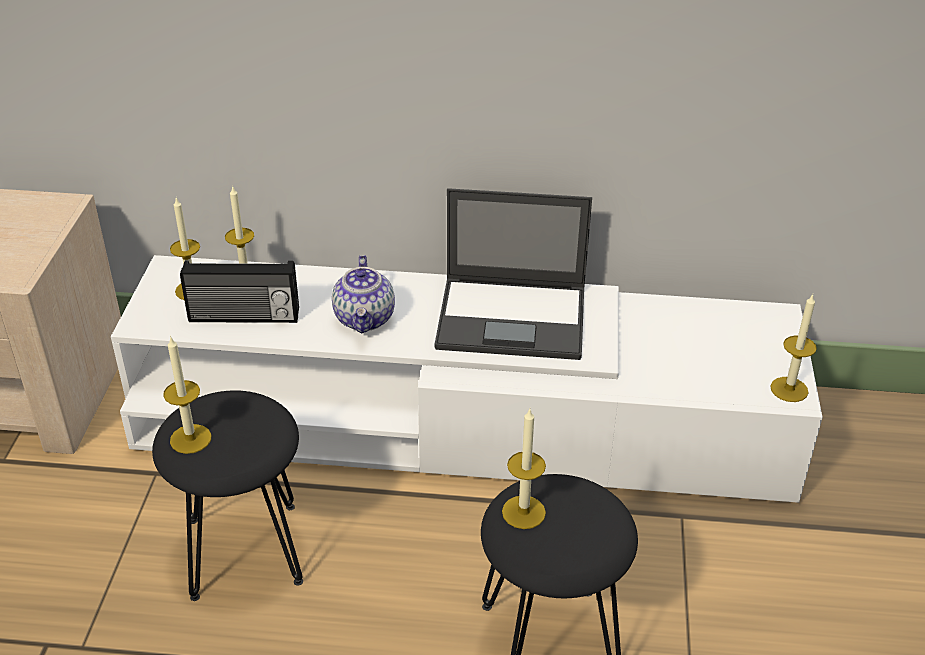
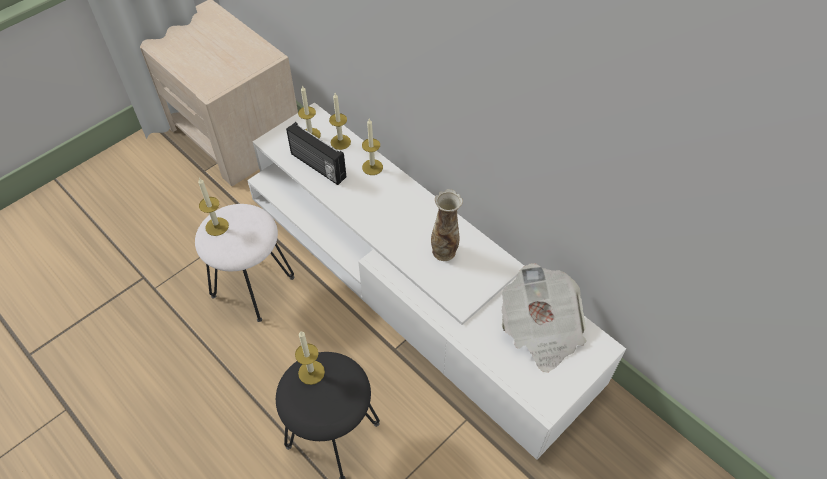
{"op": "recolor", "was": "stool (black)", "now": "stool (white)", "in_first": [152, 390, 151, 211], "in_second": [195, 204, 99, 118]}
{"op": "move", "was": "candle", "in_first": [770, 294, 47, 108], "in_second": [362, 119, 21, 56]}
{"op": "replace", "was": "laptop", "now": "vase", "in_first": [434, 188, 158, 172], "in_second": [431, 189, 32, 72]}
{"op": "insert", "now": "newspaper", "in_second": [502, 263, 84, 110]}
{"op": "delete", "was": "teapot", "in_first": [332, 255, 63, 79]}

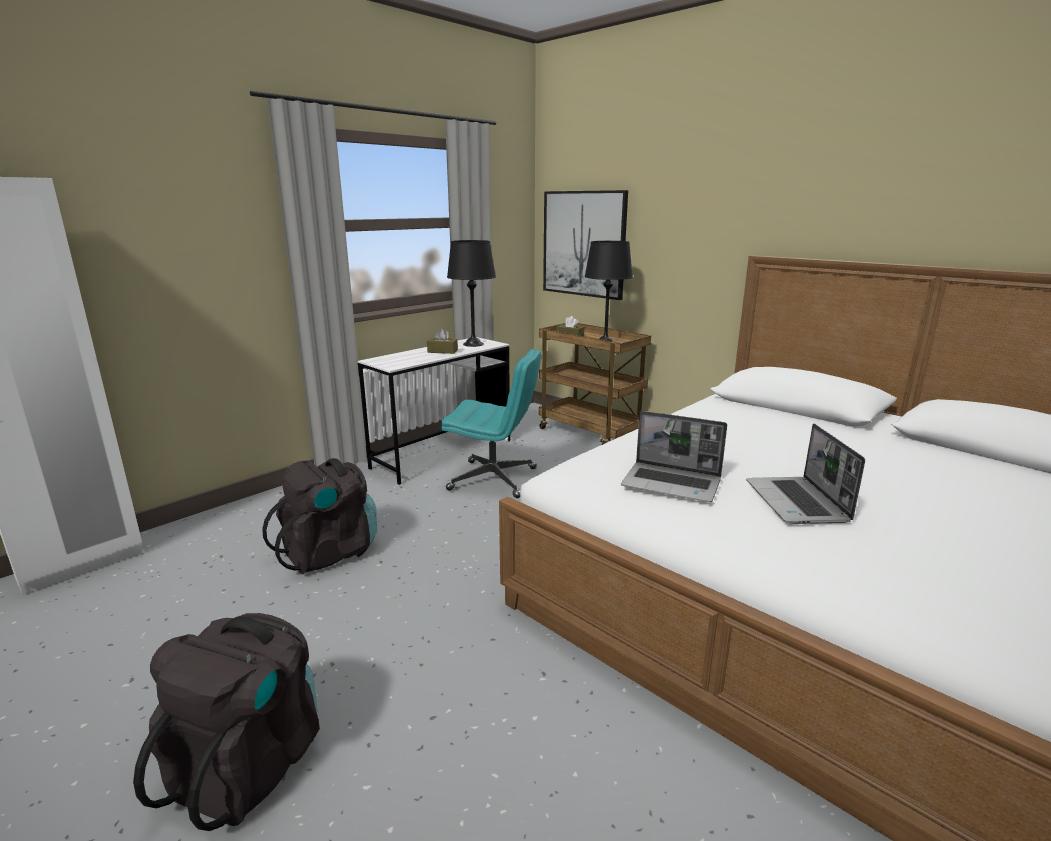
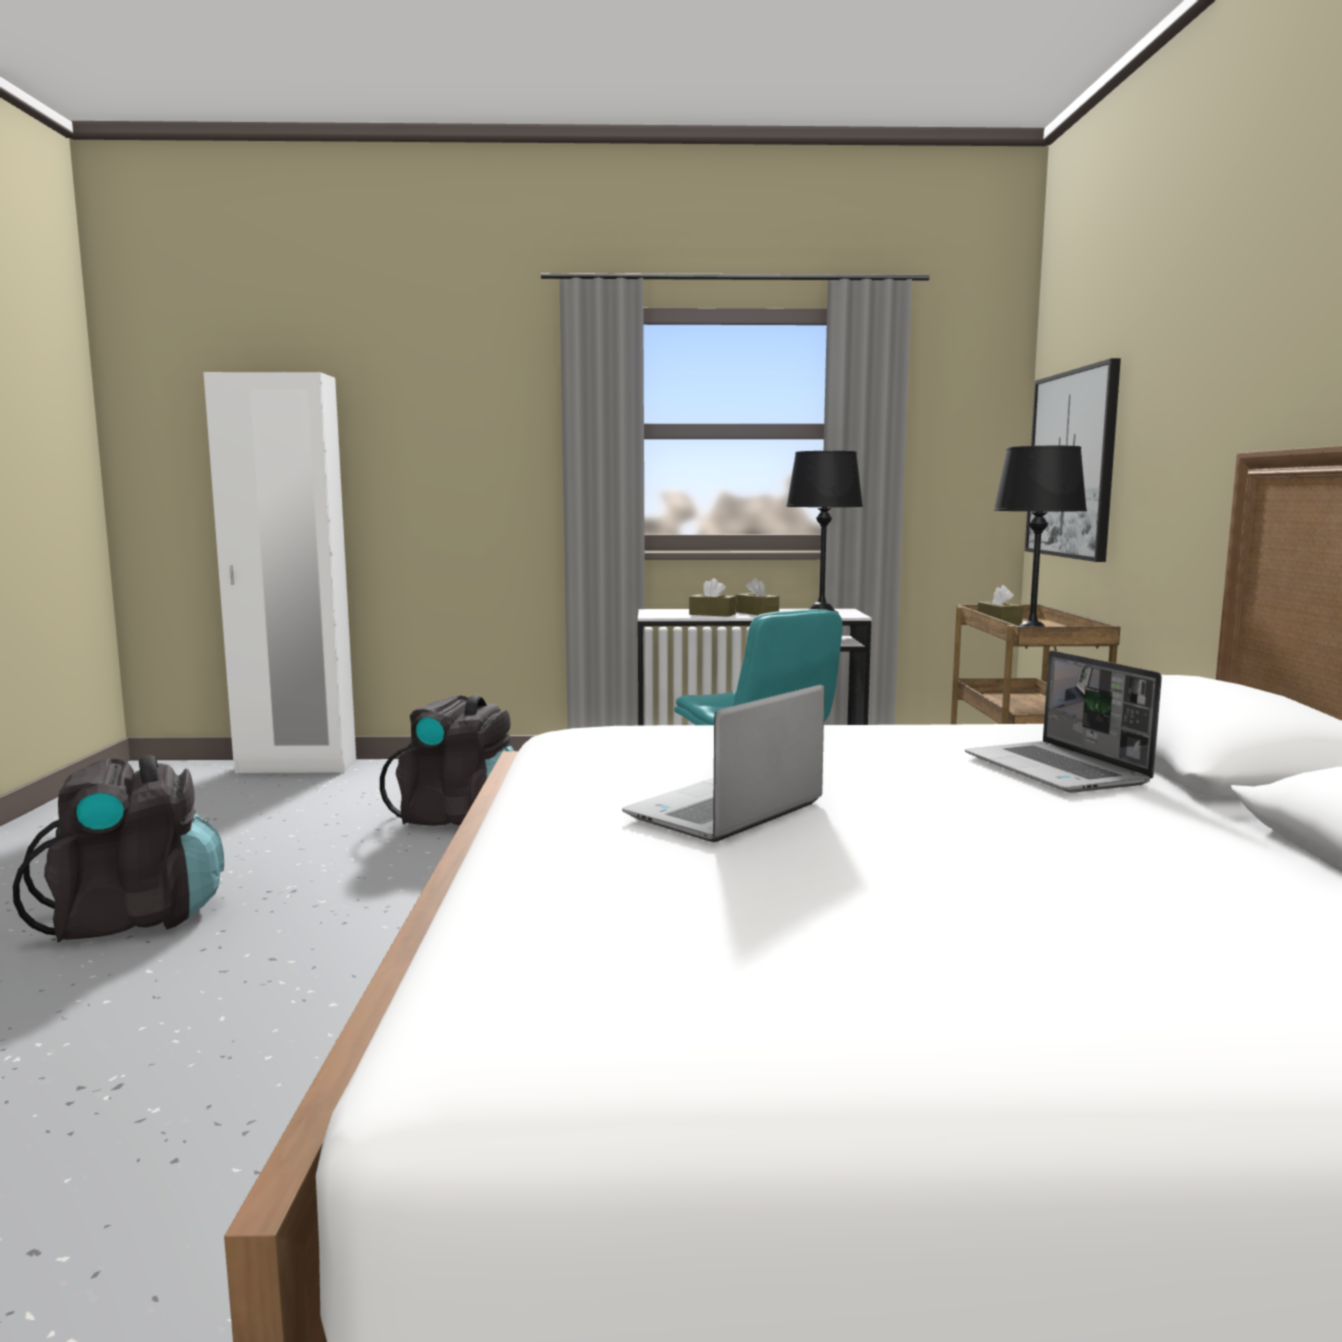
{"op": "insert", "now": "tissue box (brown)", "in_second": [689, 578, 47, 39]}
{"op": "move", "was": "laptop", "in_first": [621, 411, 106, 91], "in_second": [965, 650, 197, 143]}

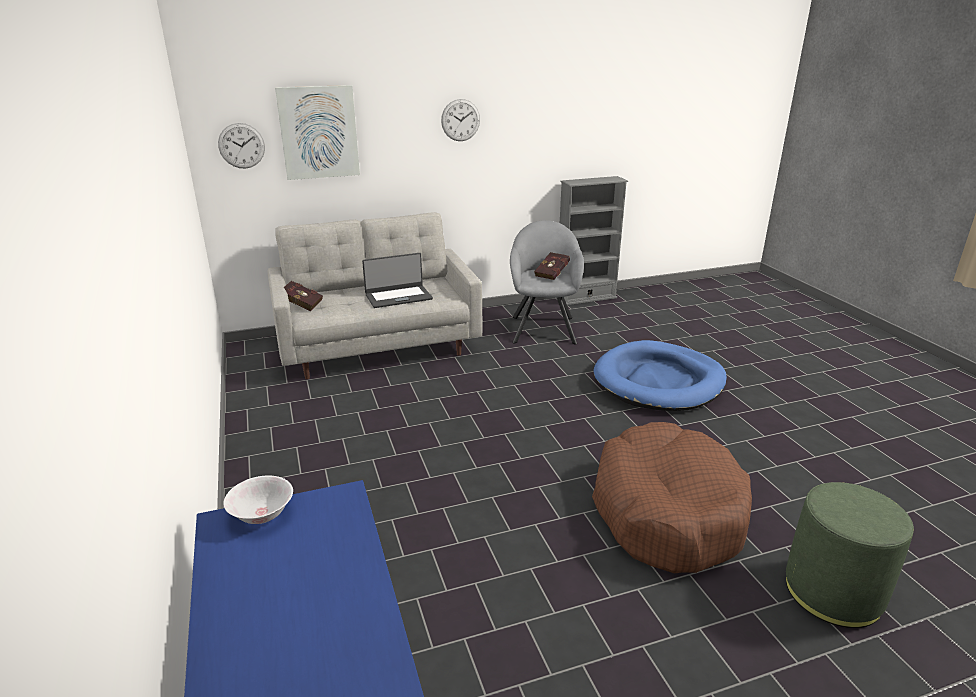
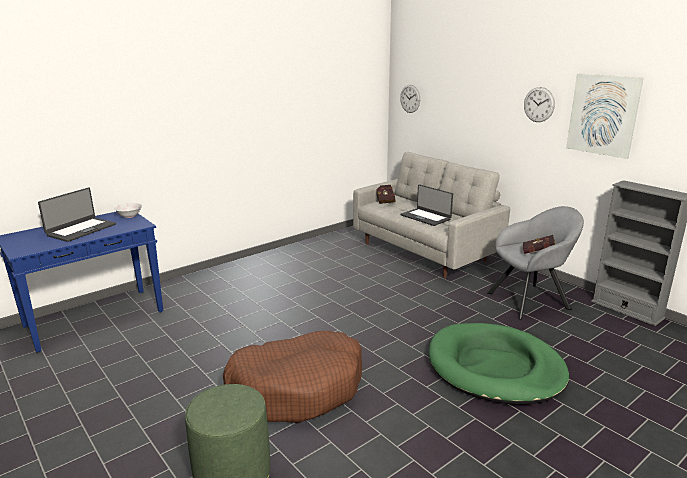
{"op": "insert", "now": "laptop", "in_second": [38, 188, 78, 54]}
{"op": "recolor", "was": "dog bed (blue)", "now": "dog bed (green)", "in_first": [594, 340, 133, 71], "in_second": [429, 323, 140, 82]}
{"op": "move", "was": "picture", "in_first": [275, 85, 85, 95], "in_second": [566, 74, 78, 85]}

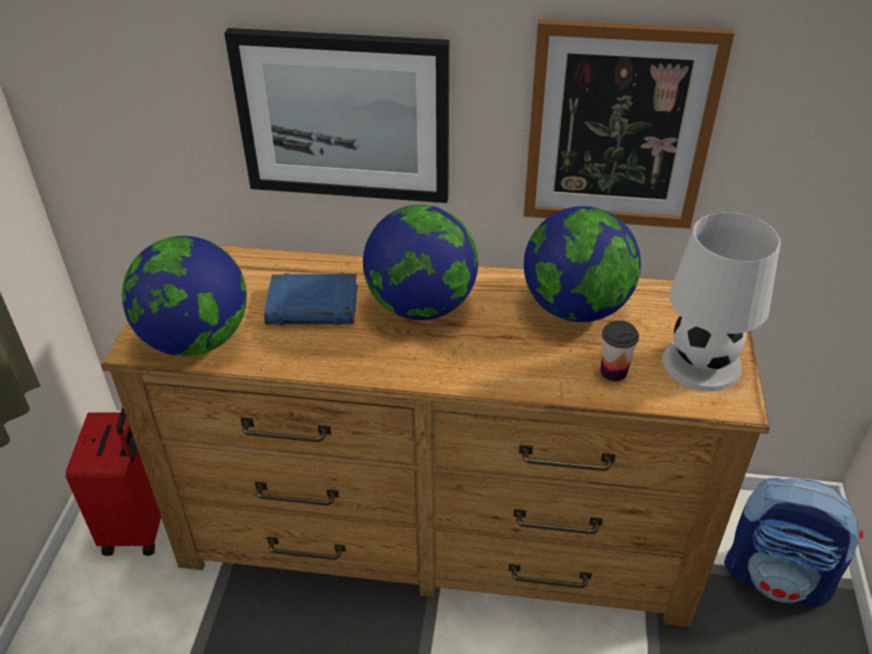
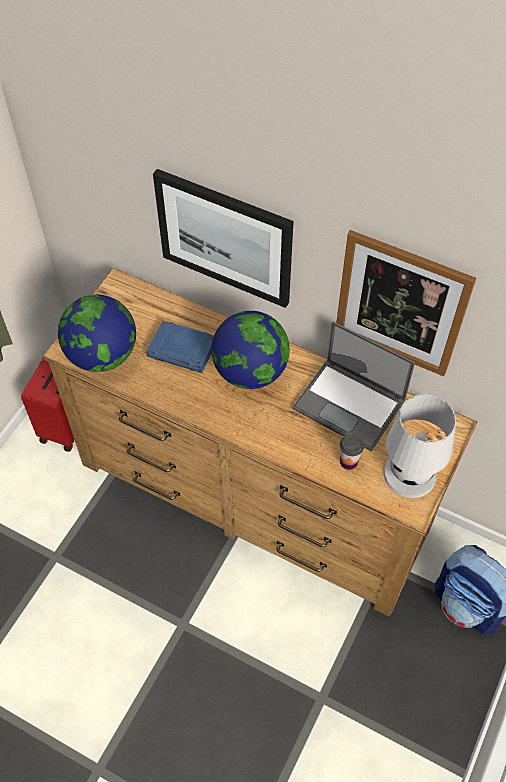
{"op": "replace", "was": "globe", "now": "laptop", "in_first": [524, 206, 117, 116], "in_second": [292, 321, 123, 131]}

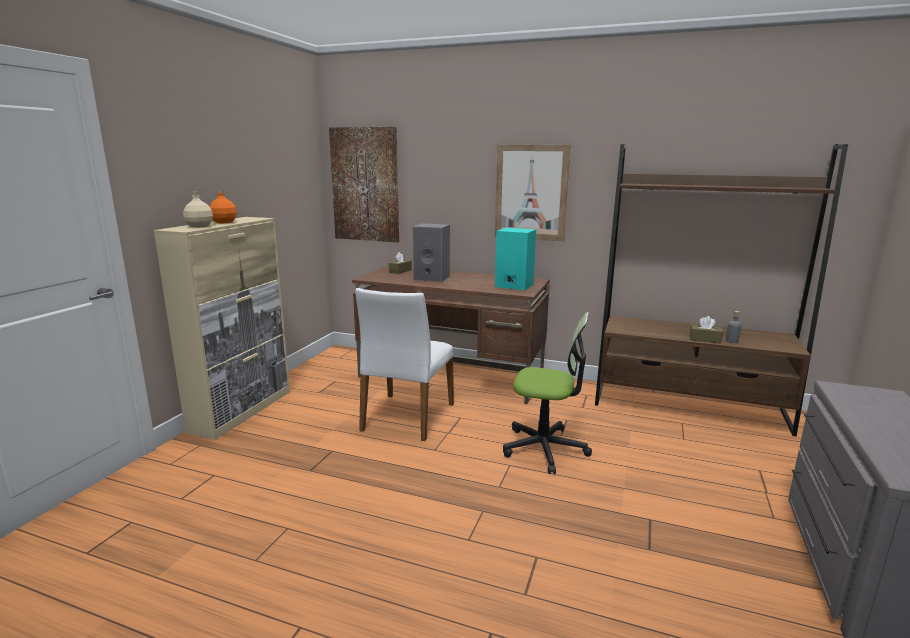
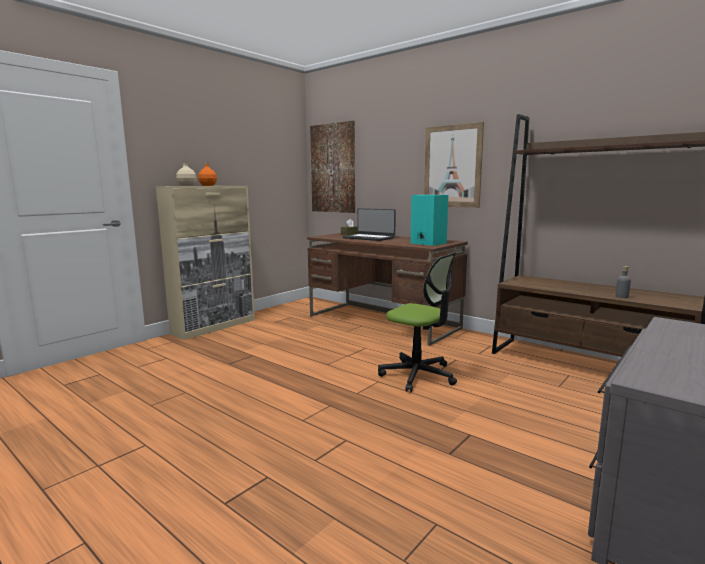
{"op": "replace", "was": "speaker (grey)", "now": "laptop", "in_first": [413, 223, 37, 59], "in_second": [342, 208, 54, 33]}
{"op": "delete", "was": "chair (white)", "in_first": [355, 288, 99, 153]}
{"op": "delete", "was": "tissue box (brown)", "in_first": [689, 316, 34, 28]}

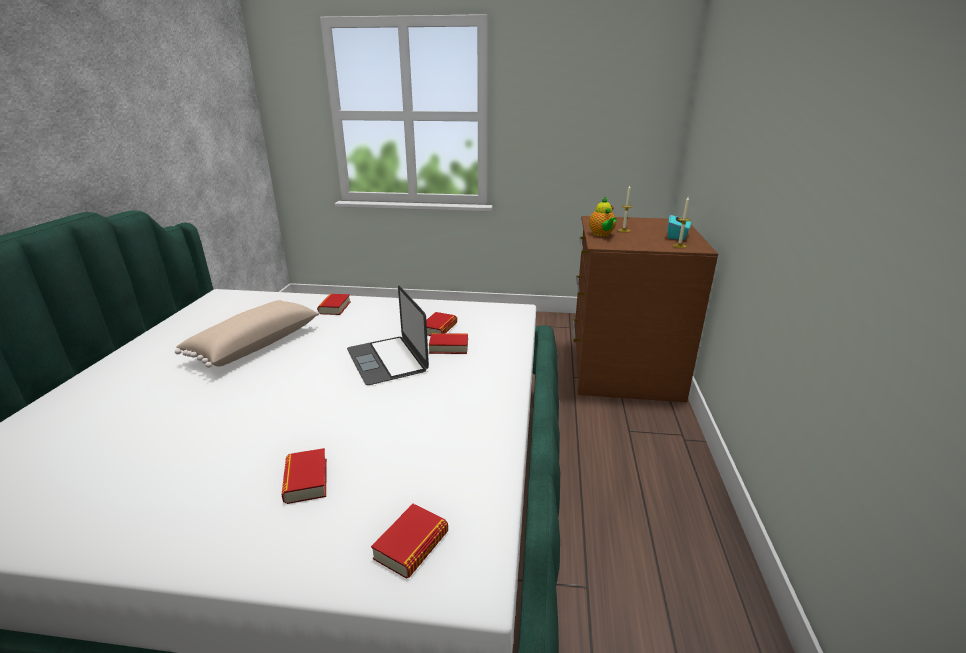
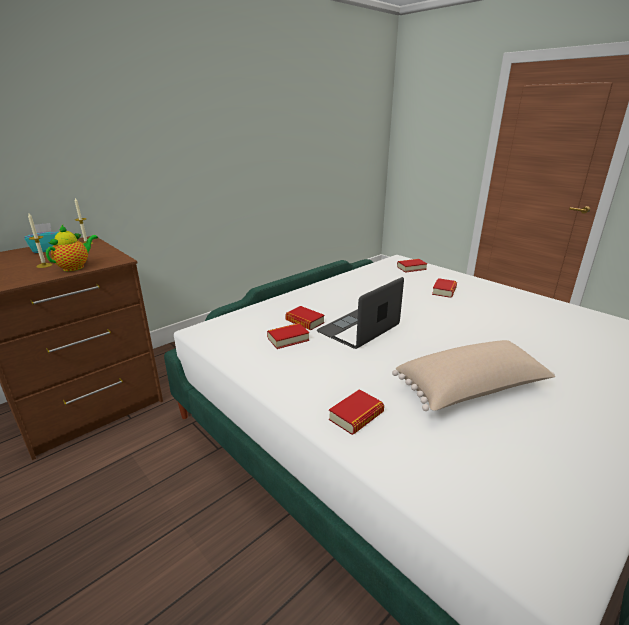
{"op": "rotate", "was": "laptop", "in_first": [347, 285, 82, 100], "in_second": [317, 277, 87, 72], "clockwise": -150}

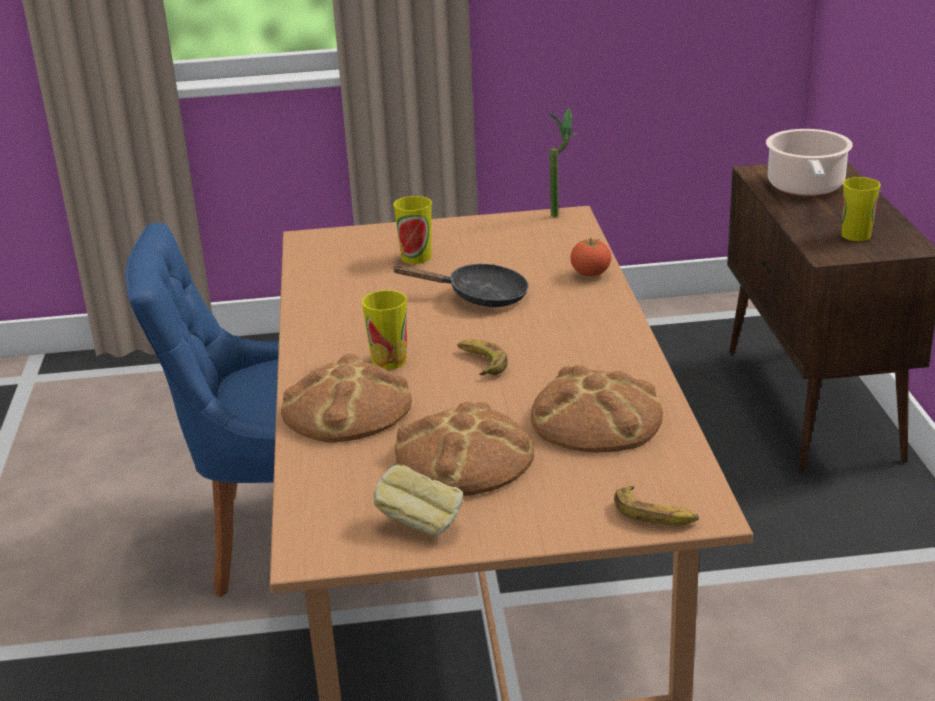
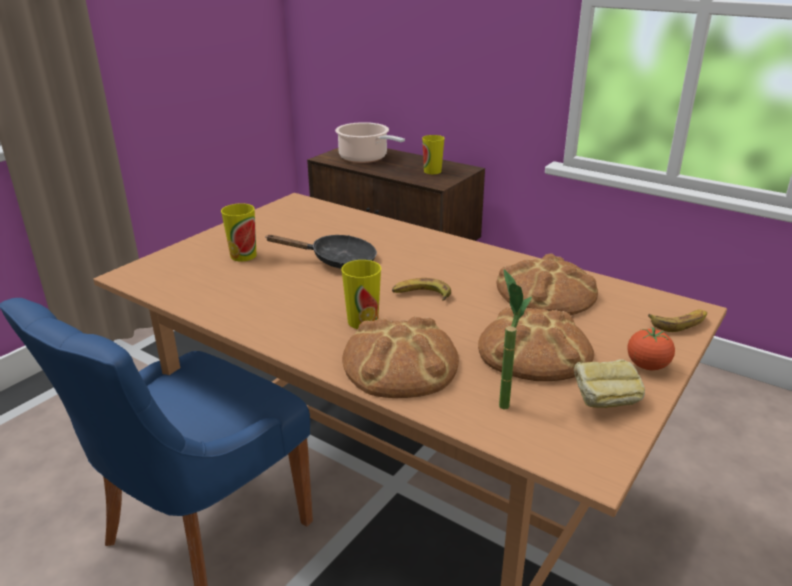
{"op": "rotate", "was": "frying pan (black)", "in_first": [391, 264, 138, 43], "in_second": [265, 235, 112, 34], "clockwise": 45}
{"op": "move", "was": "potted plant", "in_first": [546, 107, 31, 110], "in_second": [499, 269, 33, 141]}
{"op": "move", "was": "tomato", "in_first": [570, 238, 41, 38], "in_second": [627, 327, 48, 43]}

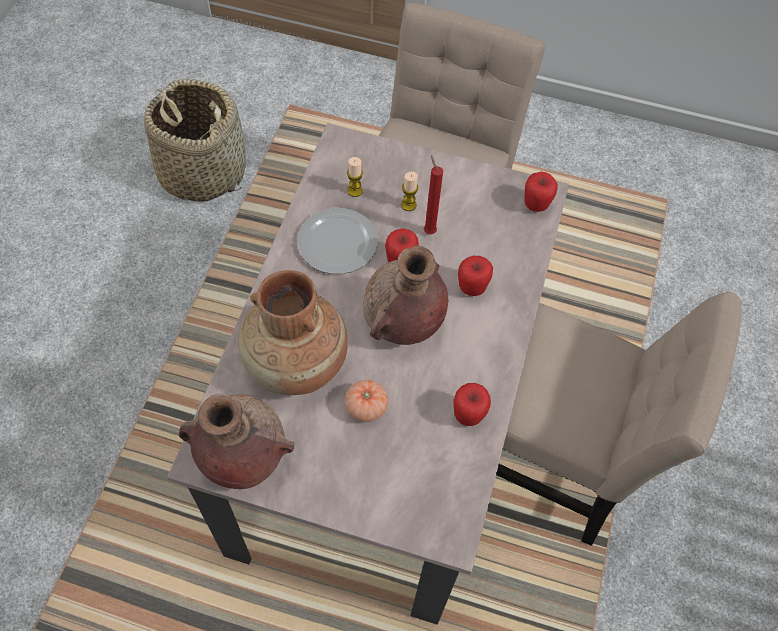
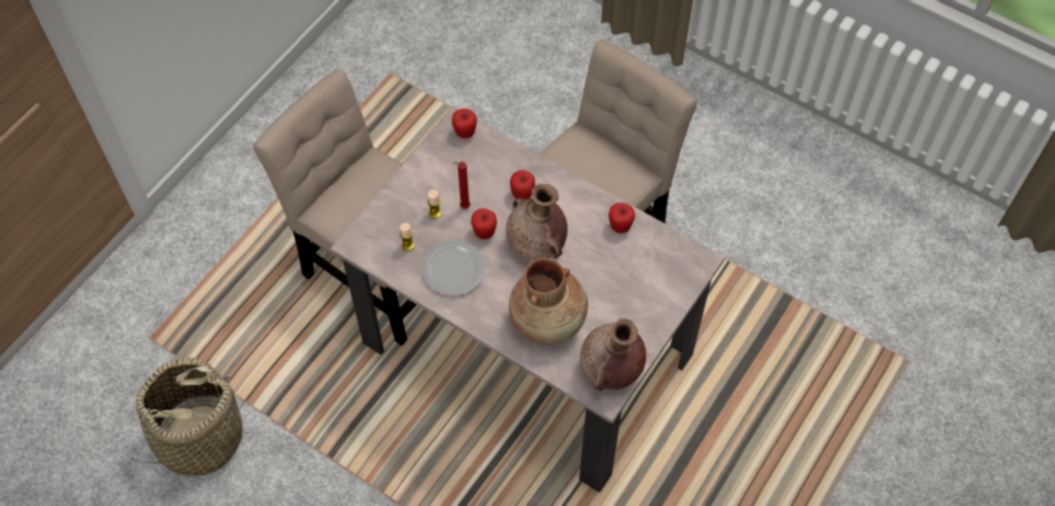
{"op": "delete", "was": "tomato", "in_first": [345, 380, 43, 42]}

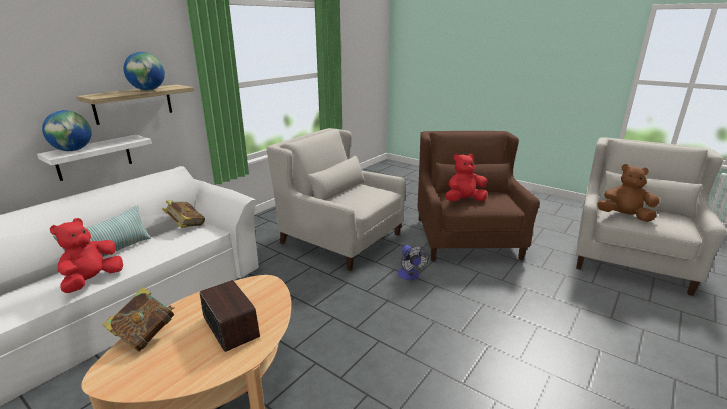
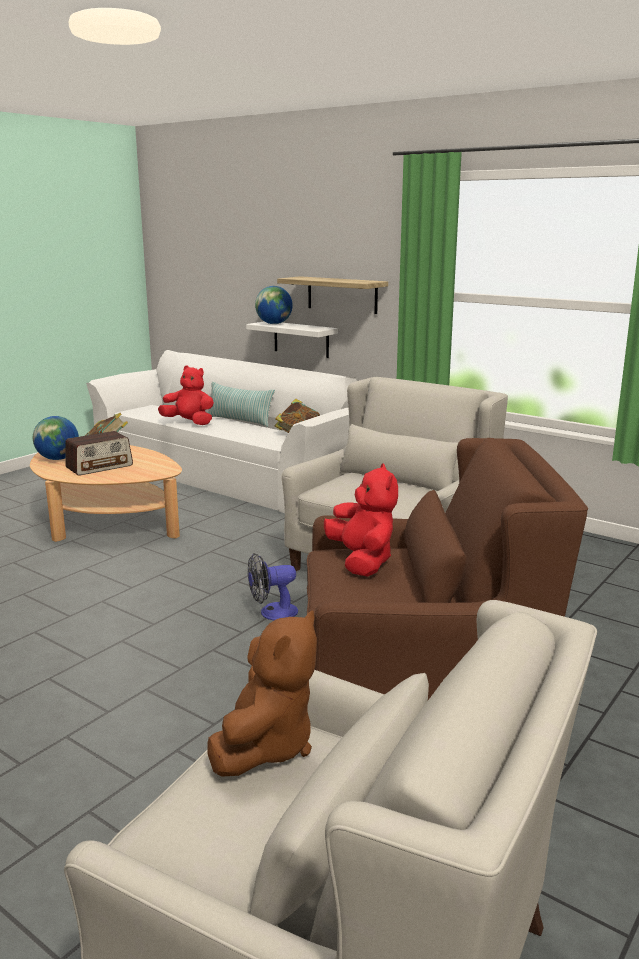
{"op": "move", "was": "globe", "in_first": [123, 52, 42, 38], "in_second": [33, 416, 46, 44]}

